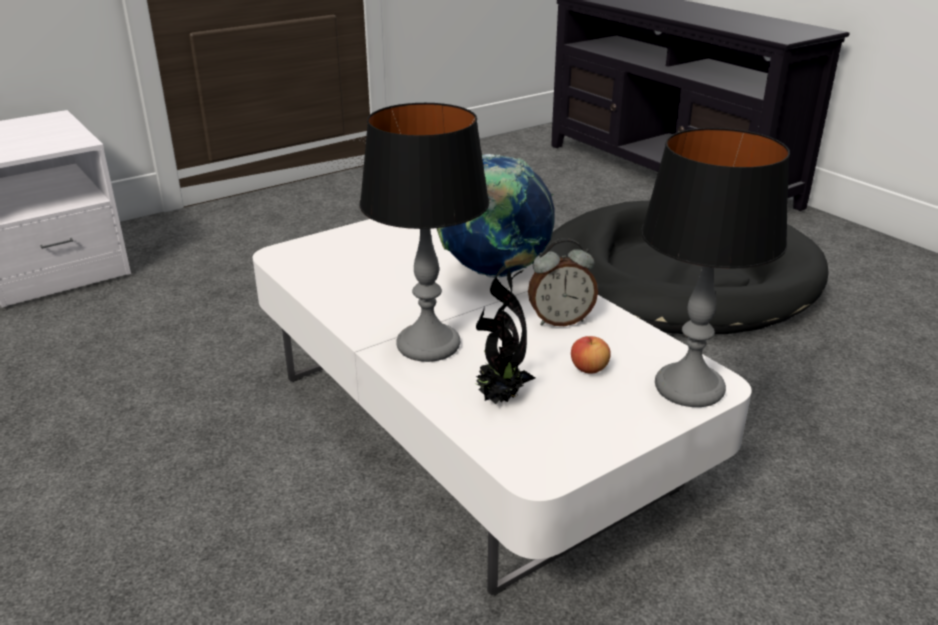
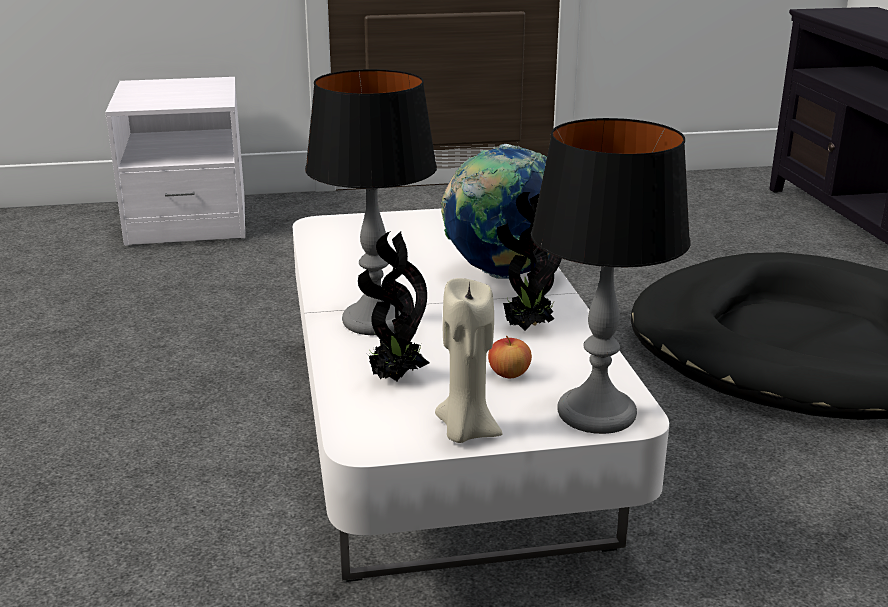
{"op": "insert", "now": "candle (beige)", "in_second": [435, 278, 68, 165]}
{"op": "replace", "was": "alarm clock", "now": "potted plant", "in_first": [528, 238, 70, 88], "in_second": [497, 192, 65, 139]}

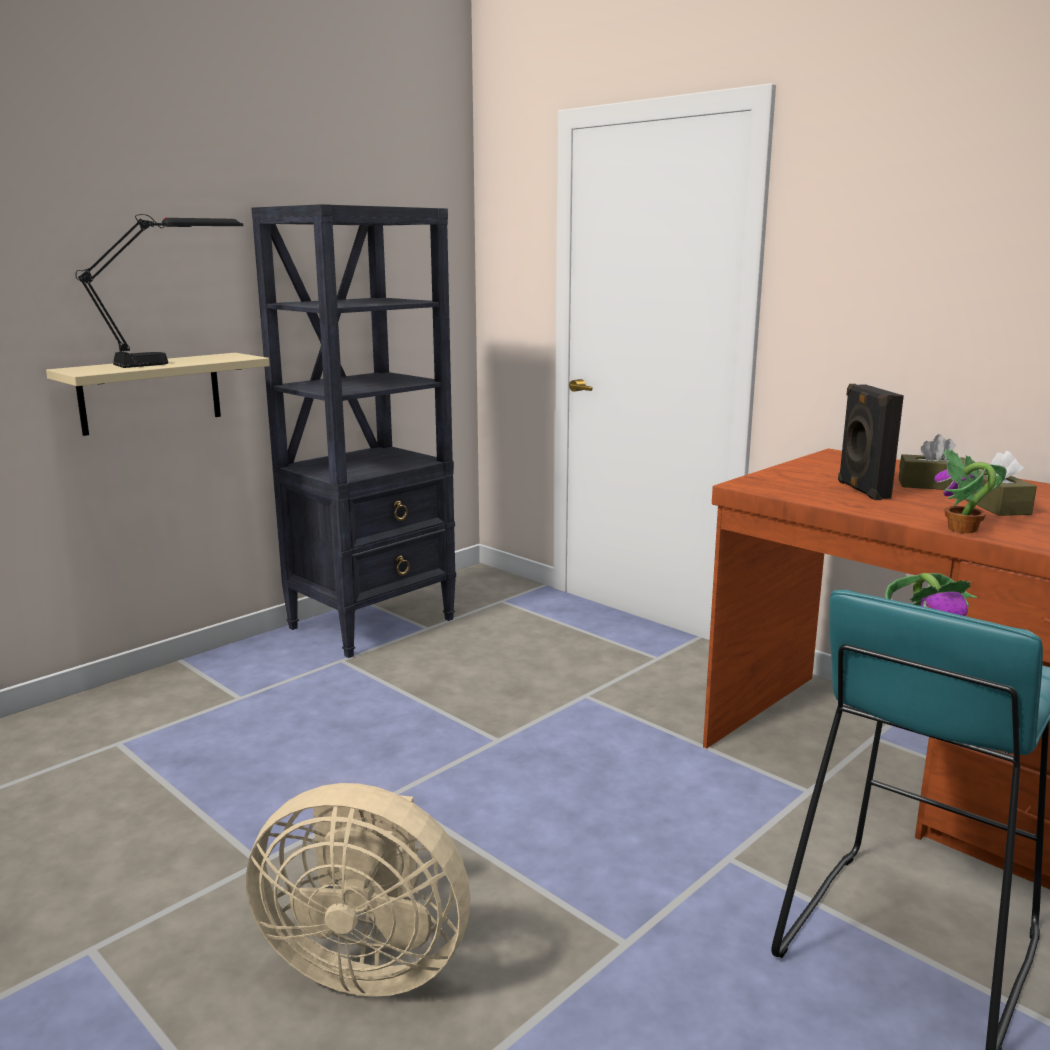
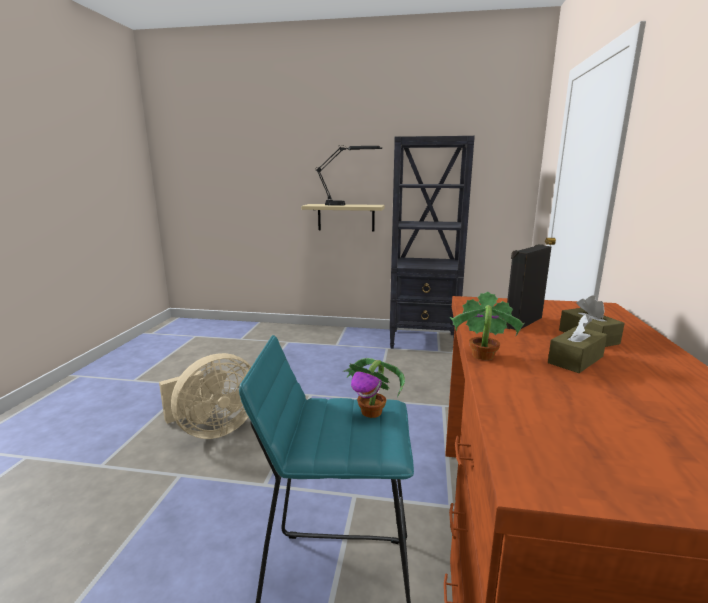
{"op": "rotate", "was": "fan (beige)", "in_first": [246, 783, 224, 214], "in_second": [159, 353, 92, 86], "clockwise": -105}

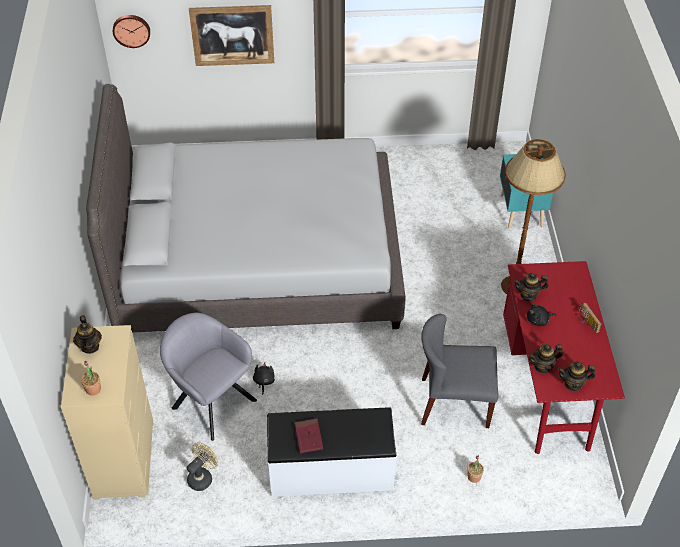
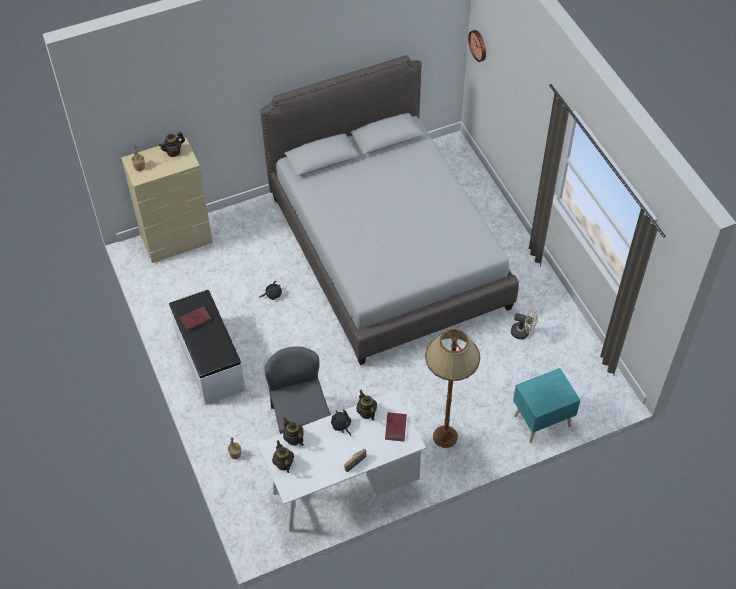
{"op": "recolor", "was": "desk (red)", "now": "desk (white)", "in_first": [503, 261, 122, 193], "in_second": [257, 391, 169, 141]}
{"op": "insert", "now": "book (red)", "in_second": [385, 412, 22, 29]}
{"op": "move", "was": "fan (beige)", "in_first": [187, 442, 31, 49], "in_second": [511, 309, 27, 30]}
{"op": "delete", "was": "armchair (grey)", "in_first": [160, 313, 97, 128]}
{"op": "delete", "was": "picture", "in_first": [189, 5, 85, 61]}

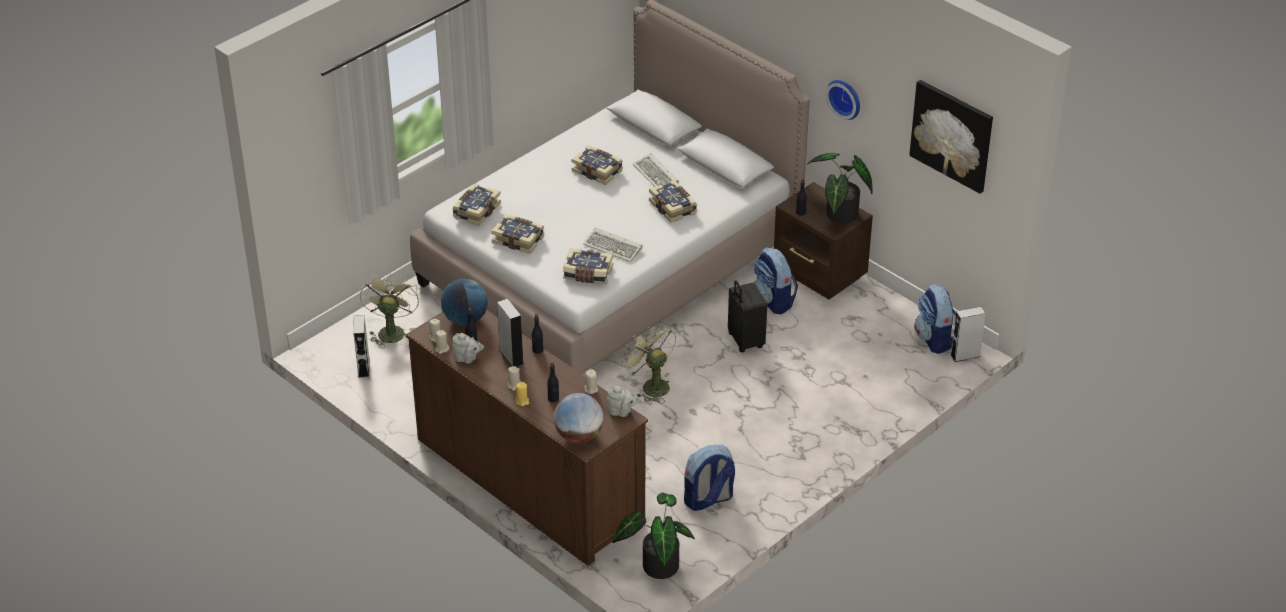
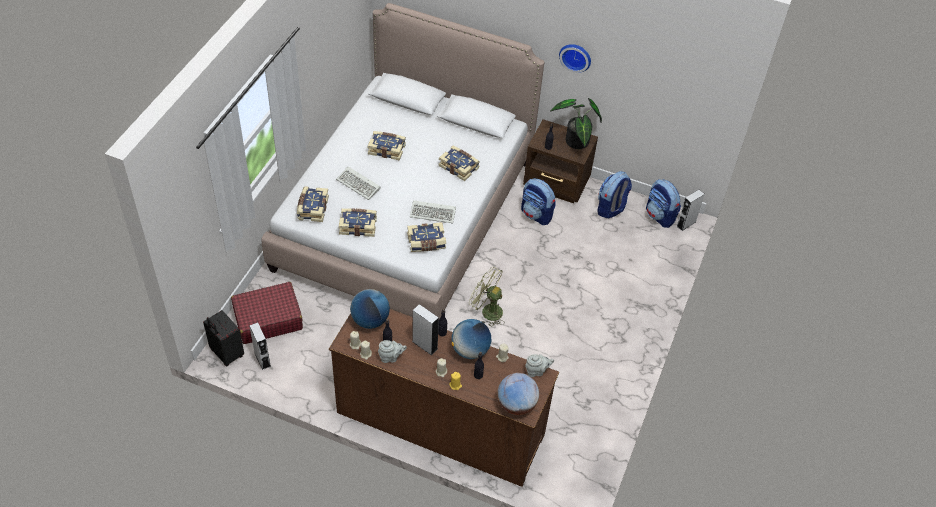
{"op": "move", "was": "suitcase (black)", "in_first": [728, 280, 39, 72], "in_second": [203, 310, 41, 56]}
{"op": "replace", "was": "fan (green)", "now": "suitcase (red)", "in_first": [360, 272, 59, 76], "in_second": [231, 282, 72, 62]}
{"op": "move", "was": "keyboard", "in_first": [633, 153, 46, 34], "in_second": [336, 167, 45, 33]}
{"op": "insert", "now": "globe", "in_second": [451, 319, 40, 40]}
{"op": "move", "was": "backpack", "in_first": [684, 445, 51, 66], "in_second": [597, 171, 35, 48]}
{"op": "delete", "was": "potted plant", "in_first": [612, 493, 83, 86]}
{"op": "delete", "was": "picture", "in_first": [909, 80, 84, 113]}

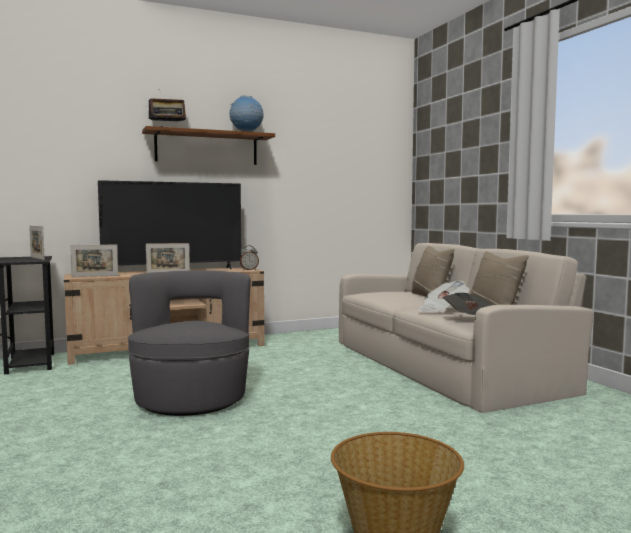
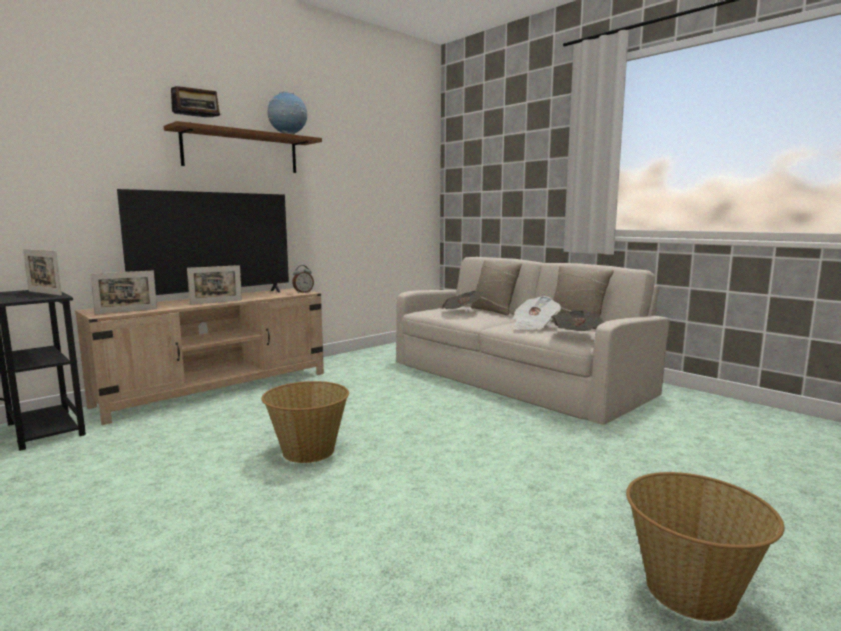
{"op": "replace", "was": "armchair (grey)", "now": "basket", "in_first": [128, 270, 123, 146], "in_second": [261, 381, 88, 82]}
{"op": "insert", "now": "newspaper", "in_second": [441, 291, 42, 18]}

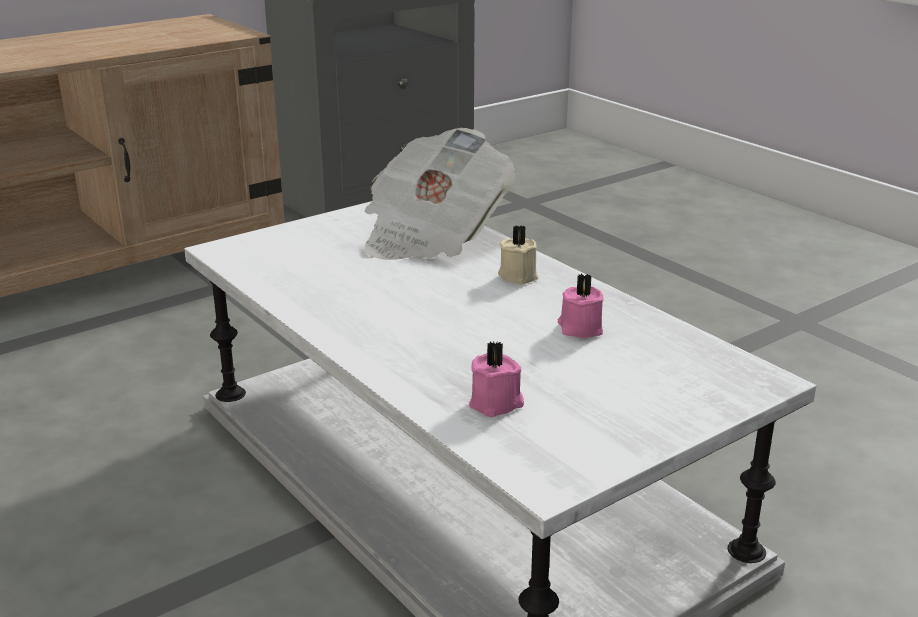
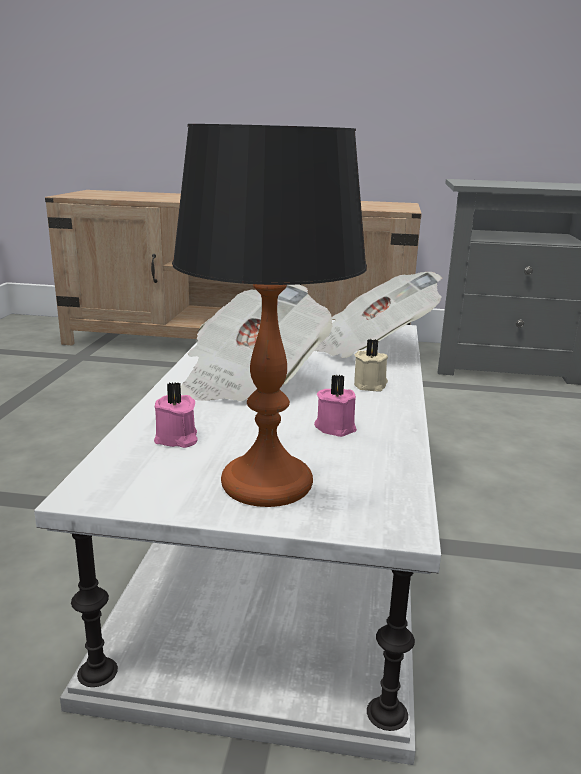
{"op": "insert", "now": "table lamp", "in_second": [172, 124, 195, 383]}
{"op": "insert", "now": "newspaper", "in_second": [181, 285, 151, 116]}

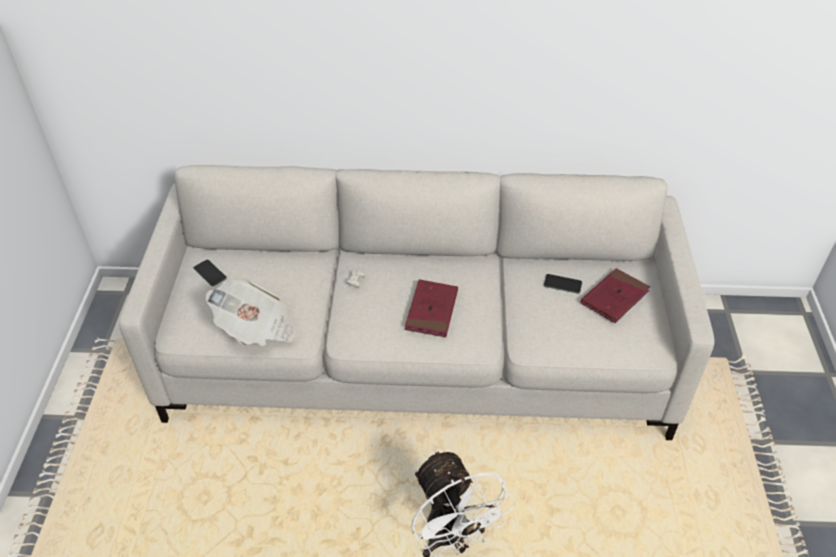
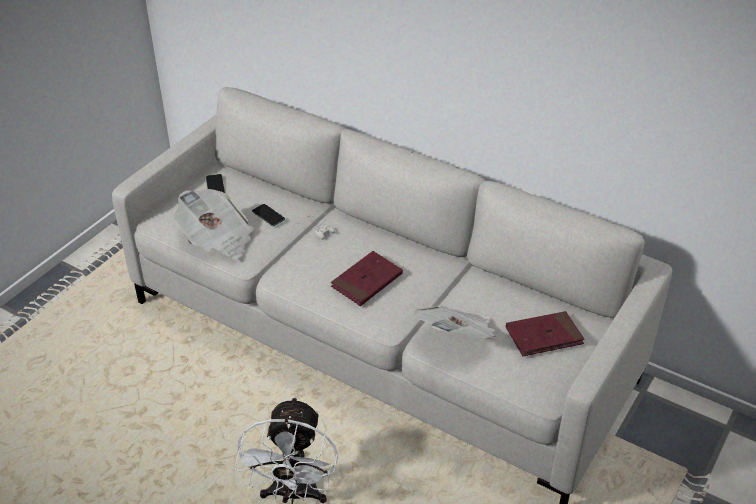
{"op": "move", "was": "phone", "in_first": [544, 274, 38, 20], "in_second": [252, 204, 33, 22]}
{"op": "insert", "now": "newspaper", "in_second": [414, 306, 81, 32]}

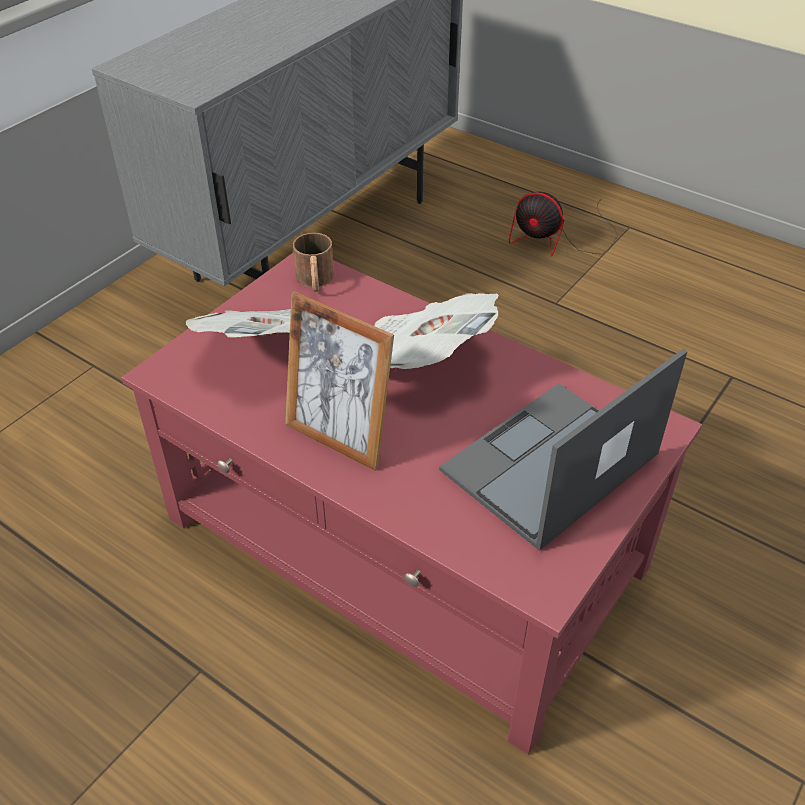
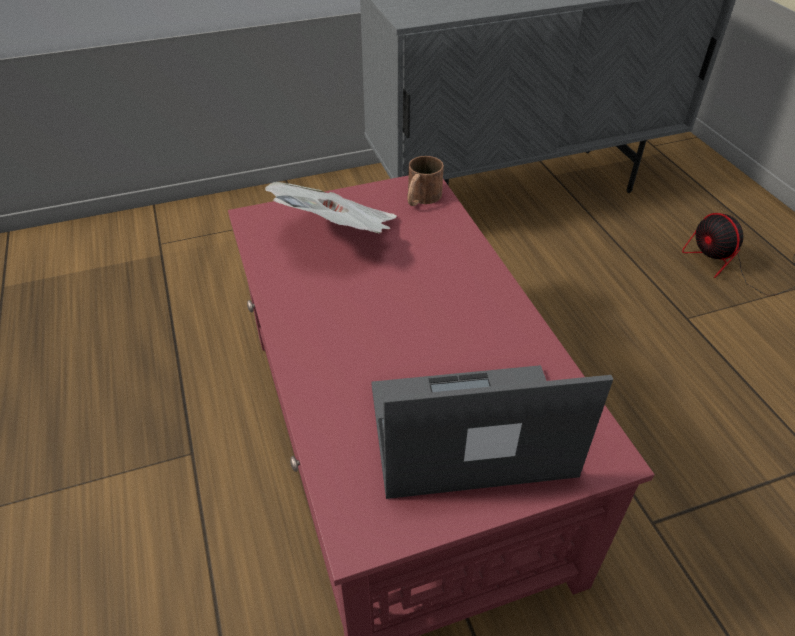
{"op": "delete", "was": "picture frame", "in_first": [285, 291, 109, 180]}
{"op": "delete", "was": "newspaper", "in_first": [374, 293, 125, 76]}

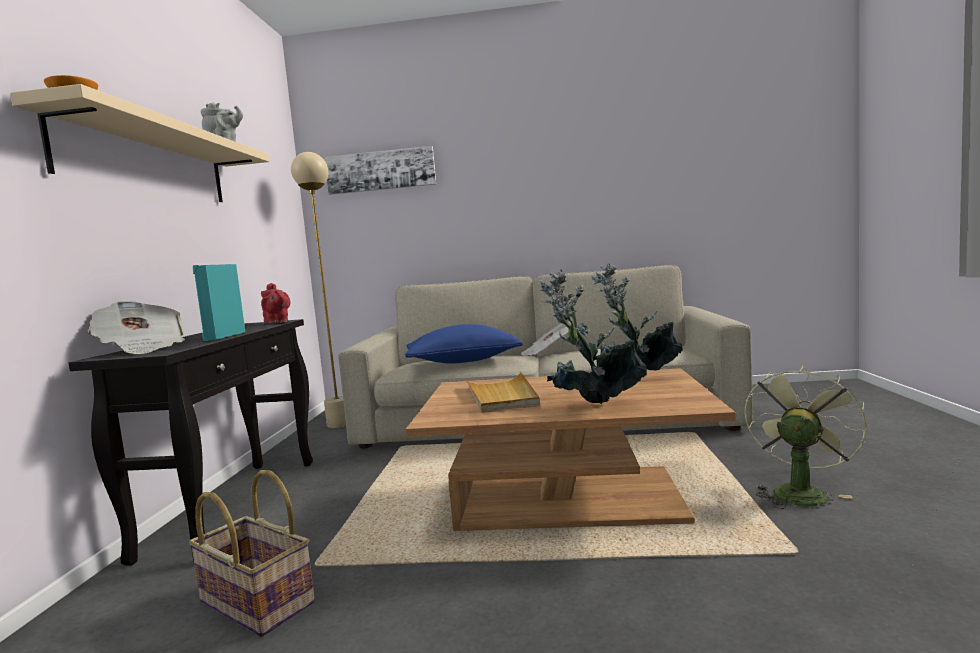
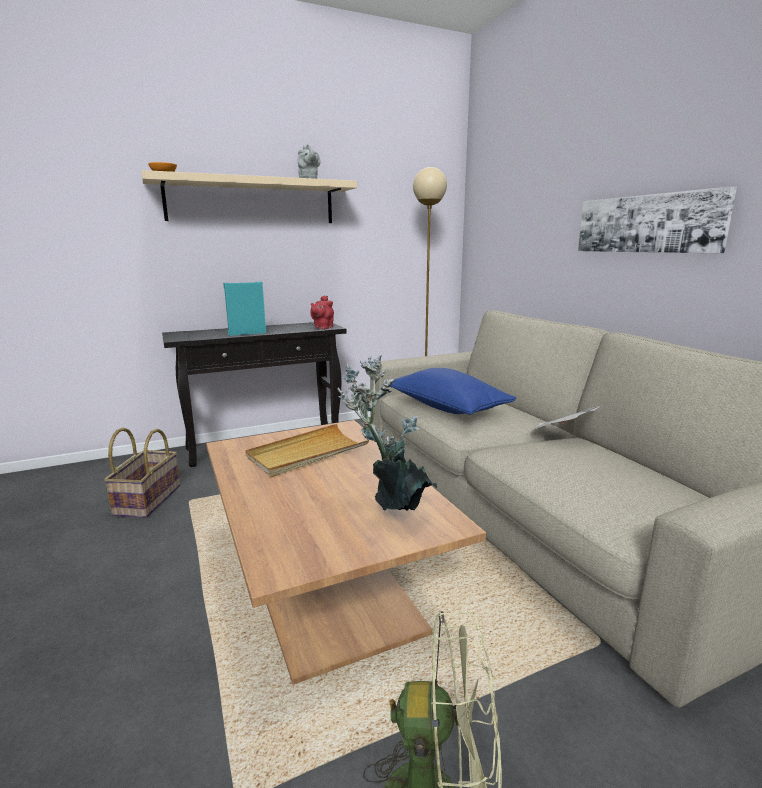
{"op": "move", "was": "picture", "in_first": [324, 146, 112, 49], "in_second": [578, 186, 159, 67]}
{"op": "delete", "was": "newspaper", "in_first": [88, 301, 97, 53]}
{"op": "delete", "was": "potted plant", "in_first": [540, 269, 107, 135]}

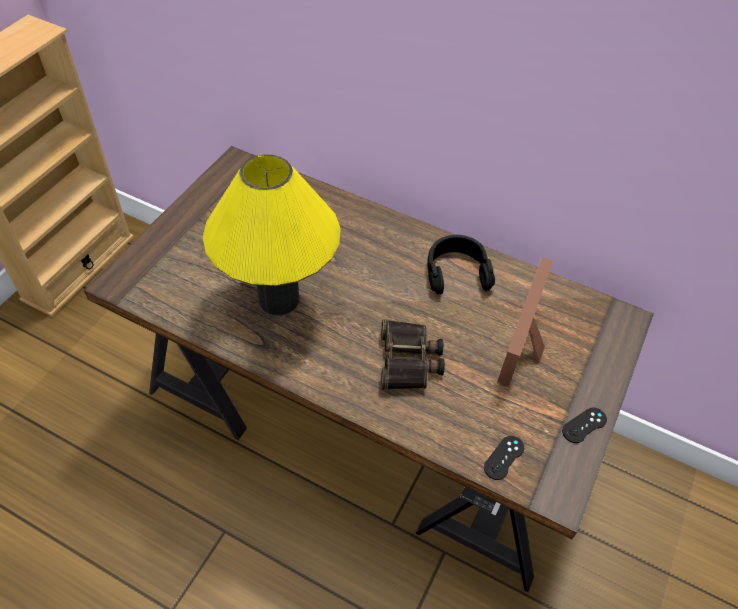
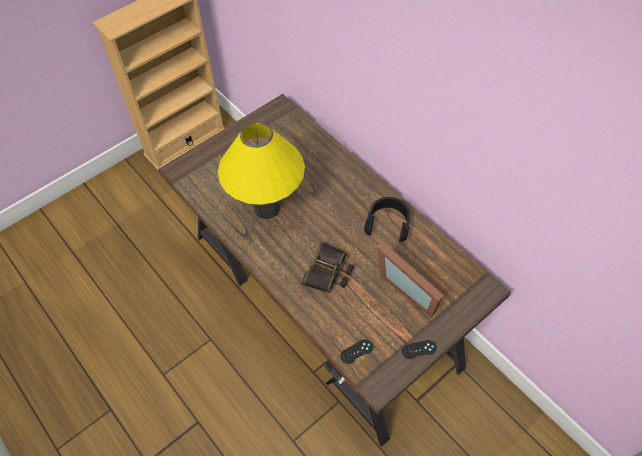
{"op": "rotate", "was": "picture frame", "in_first": [497, 257, 56, 129], "in_second": [377, 241, 67, 76], "clockwise": -90}

